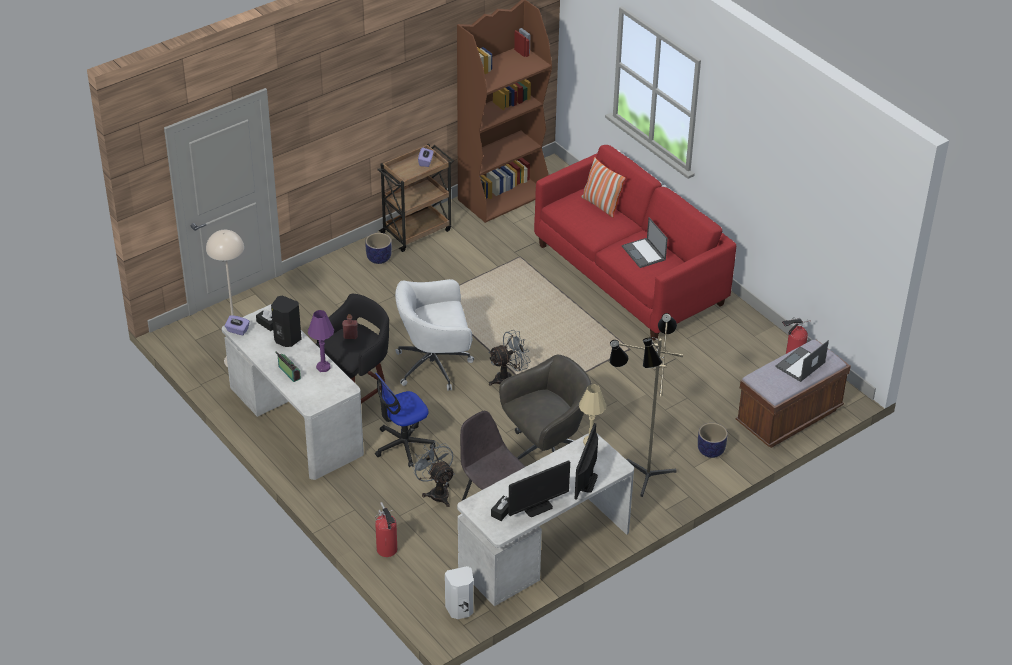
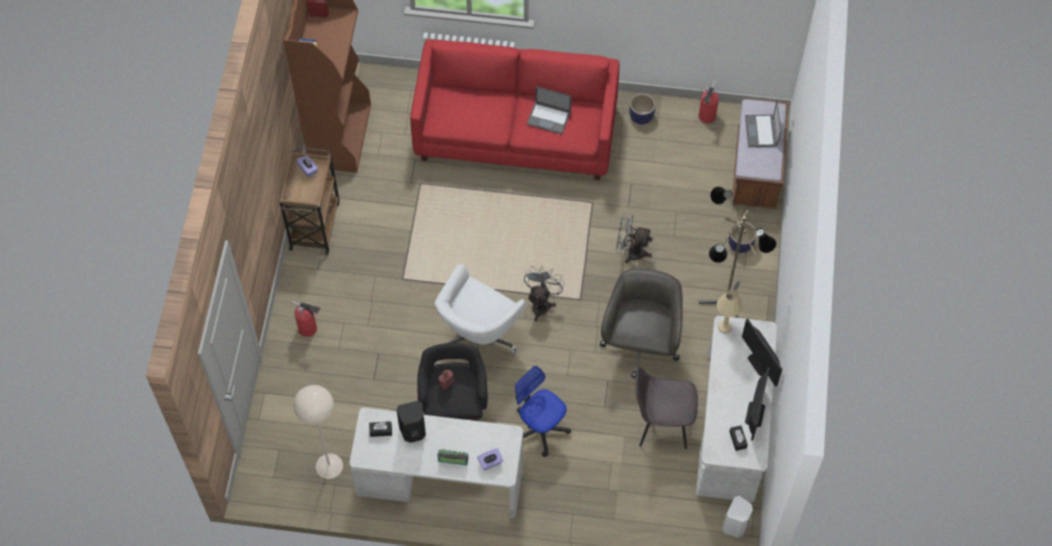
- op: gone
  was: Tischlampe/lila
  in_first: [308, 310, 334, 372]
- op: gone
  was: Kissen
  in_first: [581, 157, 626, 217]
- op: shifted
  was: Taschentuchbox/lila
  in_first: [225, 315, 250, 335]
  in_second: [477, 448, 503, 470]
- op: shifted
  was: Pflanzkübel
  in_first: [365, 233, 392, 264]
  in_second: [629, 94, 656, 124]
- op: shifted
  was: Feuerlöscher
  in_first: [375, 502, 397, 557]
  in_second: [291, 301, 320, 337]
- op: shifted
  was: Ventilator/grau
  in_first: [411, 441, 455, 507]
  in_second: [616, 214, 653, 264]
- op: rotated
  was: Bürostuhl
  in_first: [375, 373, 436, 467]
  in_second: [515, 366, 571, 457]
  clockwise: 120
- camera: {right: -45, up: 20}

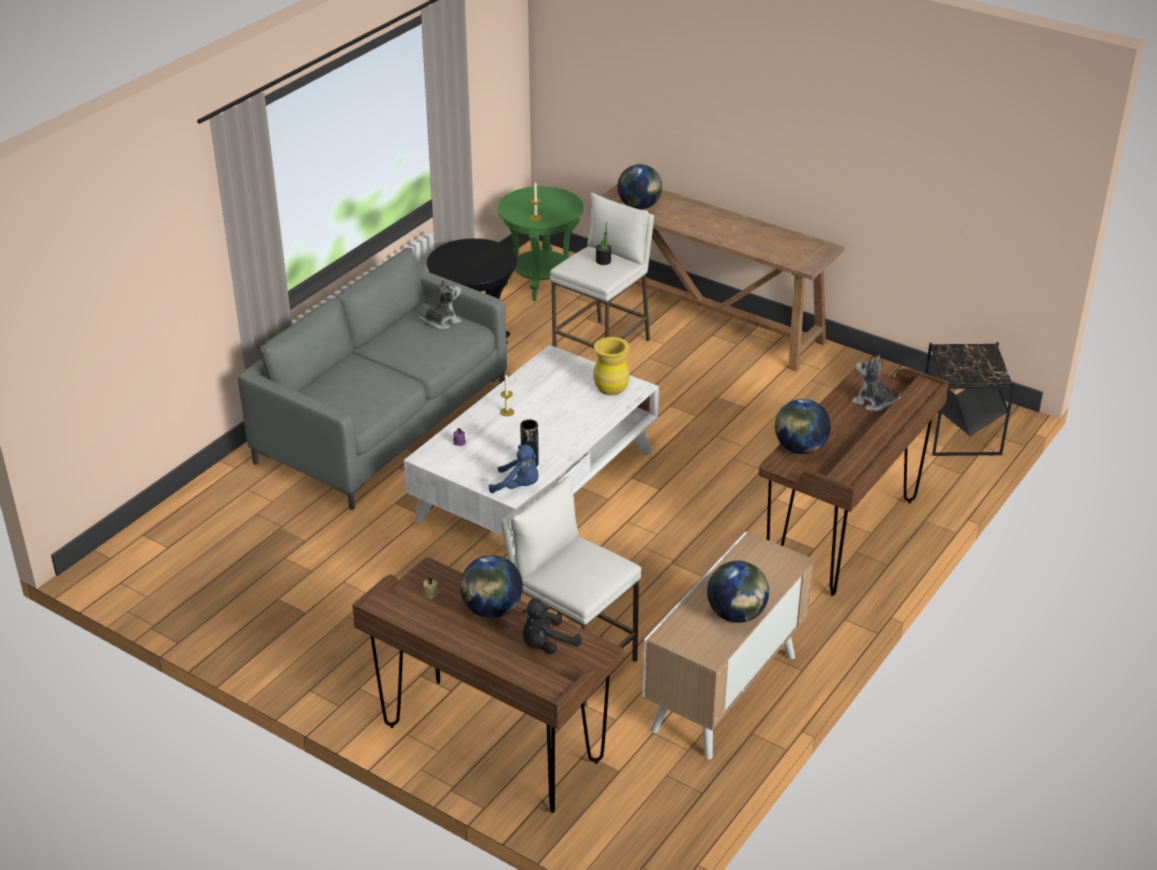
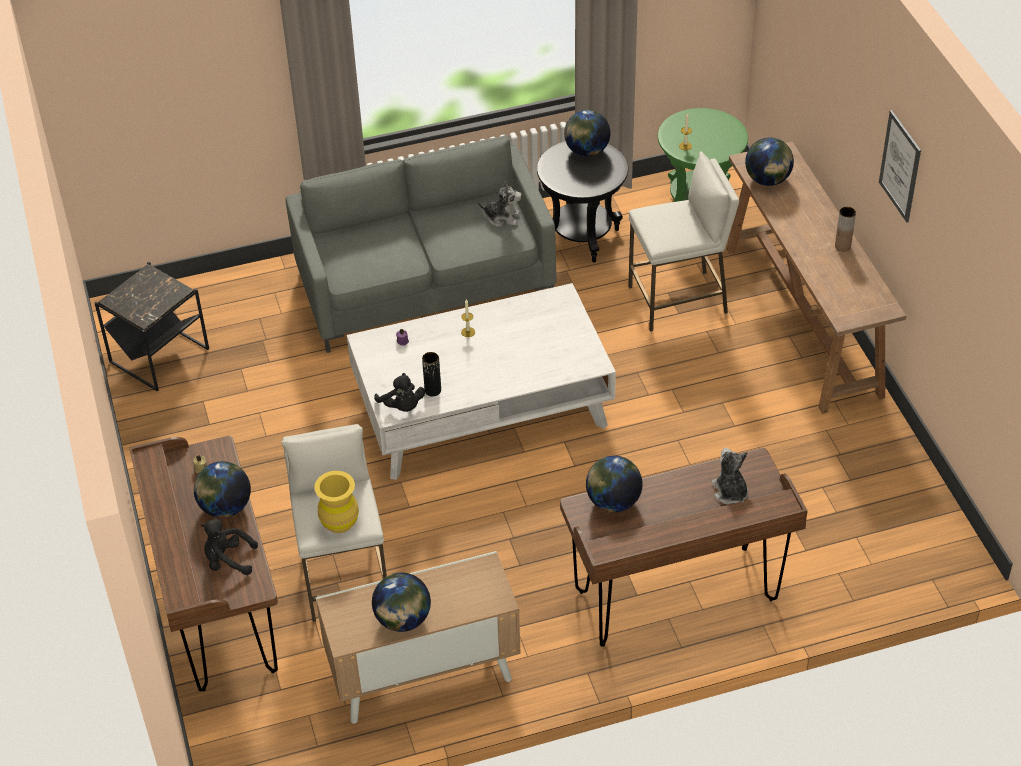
- op: gone
  was: Topfpflanze
  in_first: [596, 222, 612, 265]
- op: new
  now: Globus
  in_second: [564, 110, 610, 157]
- op: new
  now: Vase/braun
  in_second: [835, 207, 856, 251]
- op: new
  now: Bild
  in_second: [879, 110, 921, 223]
- op: shifted
  was: Vase/gelb
  in_first: [593, 337, 630, 395]
  in_second: [314, 471, 359, 533]
- op: shifted
  was: Beistelltisch/schwarz
  in_first: [925, 342, 1015, 456]
  in_second: [95, 262, 209, 391]
- op: repainted
  was: Plüschtier/blau
  now: Plüschtier/schwarz
  in_first: [489, 444, 539, 493]
  in_second: [374, 373, 425, 412]
- camera: {right: 40, up: 10}

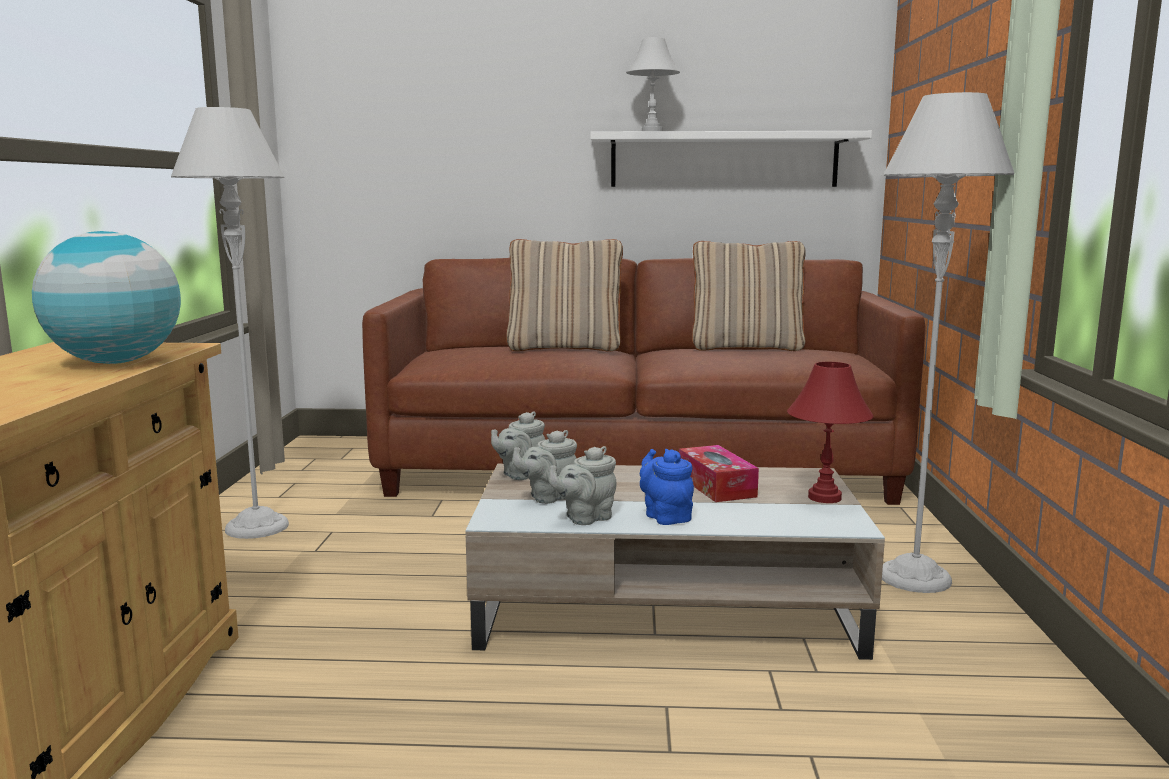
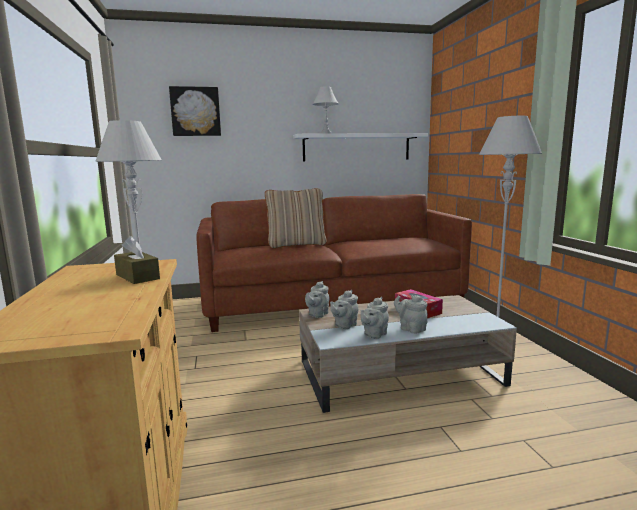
- op: gone
  was: Kissen/beige
  in_first: [692, 241, 806, 351]
- op: gone
  was: Tischlampe/rot
  in_first: [787, 362, 873, 503]
- op: new
  now: Bild
  in_second: [169, 86, 221, 136]
- op: swapped
  was: Globus
  now: Taschentuchbox/braun
  in_first: [32, 231, 181, 364]
  in_second: [114, 236, 160, 284]
- op: repainted
  was: Teekanne/blau
  now: Teekanne/grau
  in_first: [640, 449, 694, 525]
  in_second: [394, 295, 428, 334]
- camera: {right: -15, up: 0}

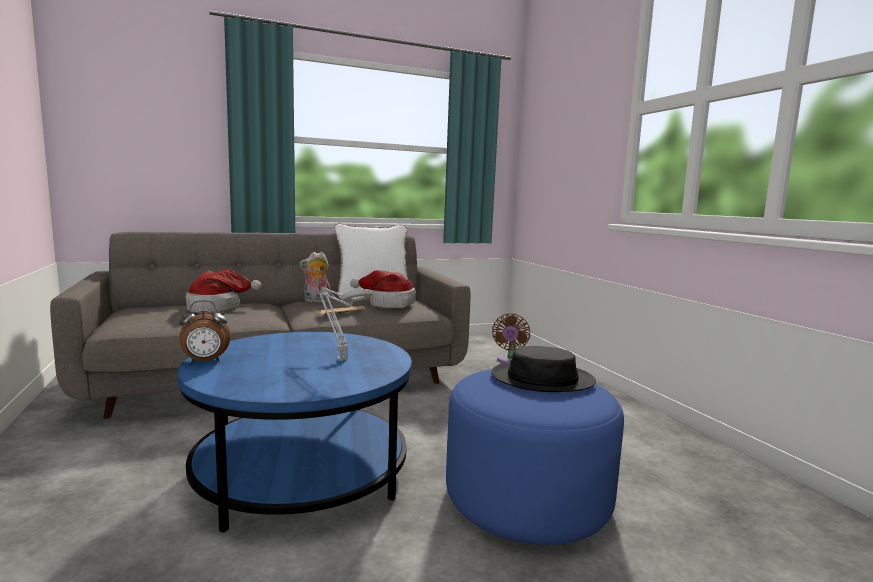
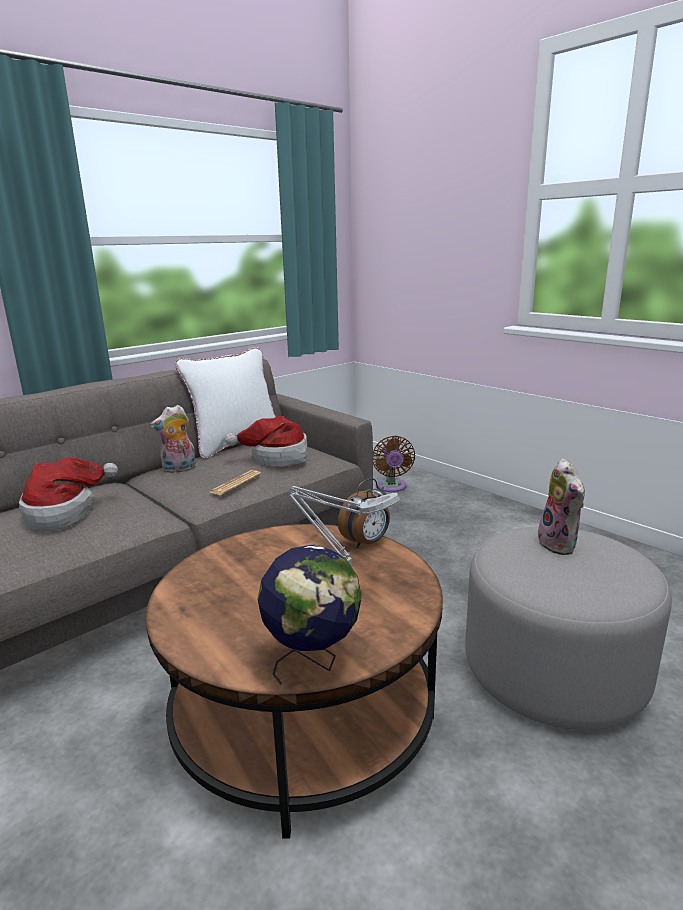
- op: new
  now: Globus
  in_second: [258, 545, 361, 685]
- op: shifted
  was: Wecker
  in_first: [179, 300, 231, 364]
  in_second: [338, 478, 390, 548]
- op: swapped
  was: Hut/schwarz
  now: Plüschtier
  in_first: [491, 346, 596, 392]
  in_second: [538, 458, 585, 555]
- op: repainted
  was: Couchtisch/blau
  now: Couchtisch/braun
  in_first: [177, 332, 412, 533]
  in_second: [146, 524, 443, 839]
- op: repainted
  was: Polsterhocker/blau
  now: Polsterhocker/grau
  in_first: [446, 369, 624, 545]
  in_second: [465, 526, 672, 730]
- camera: {right: -20, up: 10}

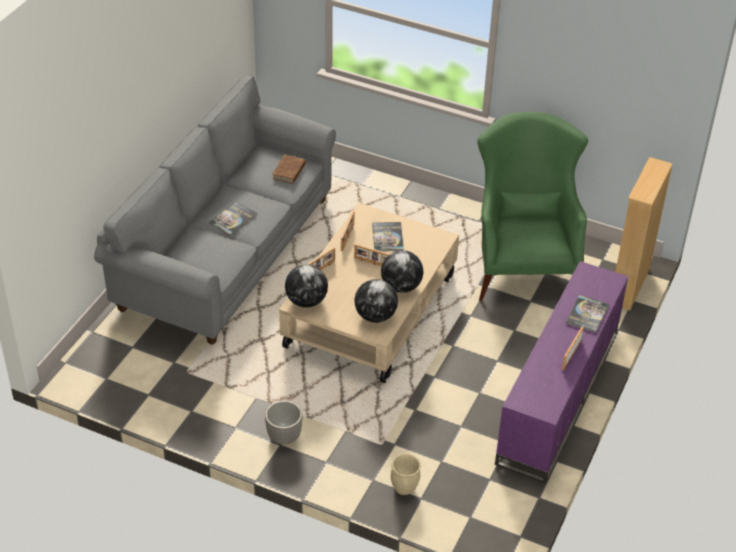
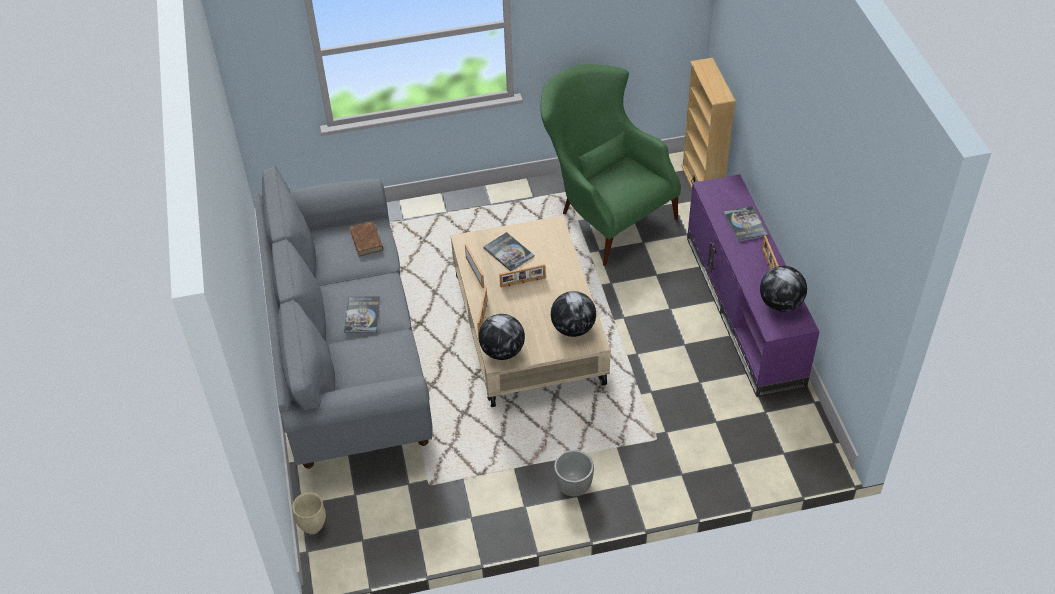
- op: shifted
  was: Globus
  in_first: [381, 250, 423, 293]
  in_second: [760, 266, 807, 312]
- op: shifted
  was: Pflanzkübel/beige
  in_first: [391, 454, 421, 495]
  in_second: [292, 492, 326, 534]
- camera: {right: -35, up: 5}

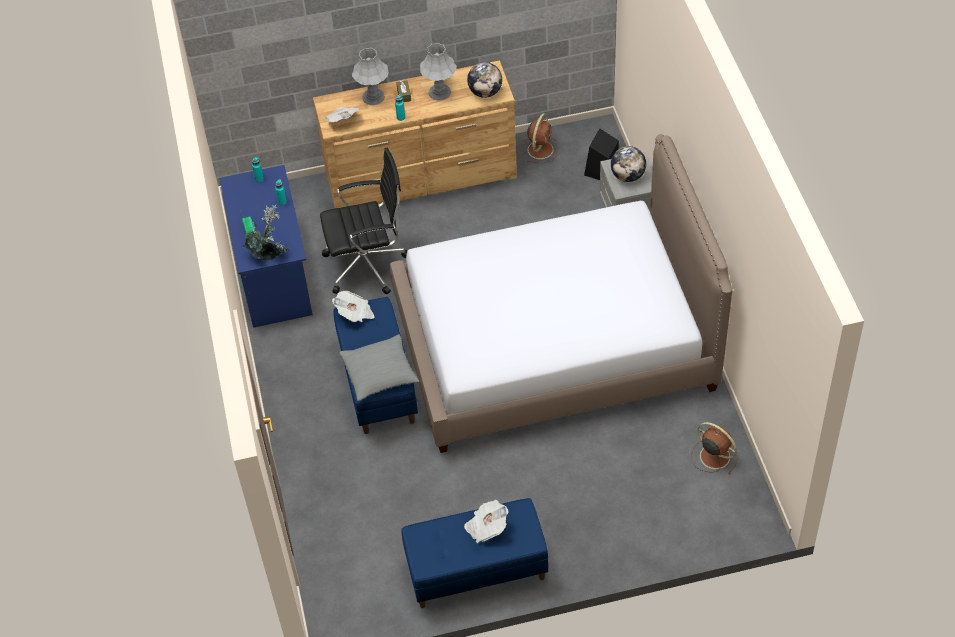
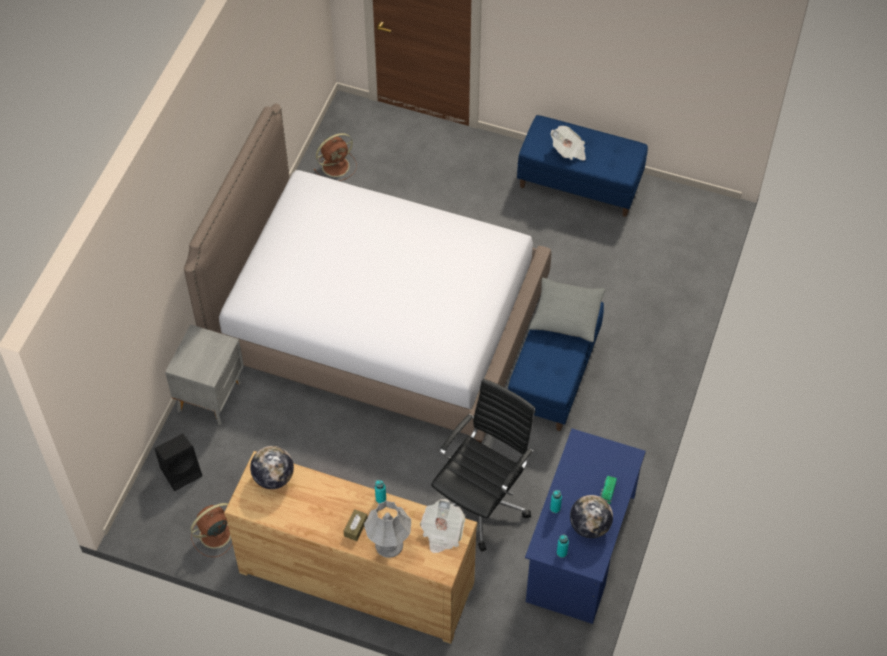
- op: gone
  was: Topfpflanze
  in_first: [242, 204, 289, 261]
- op: gone
  was: Zeitung
  in_first: [332, 291, 374, 322]
- op: gone
  was: Tischlampe/grau
  in_first: [420, 43, 457, 101]
- op: shifted
  was: Globus
  in_first: [611, 146, 646, 182]
  in_second: [570, 495, 613, 538]
- op: rotated
  was: Bürostuhl/schwarz
  in_first: [320, 147, 407, 295]
  in_second: [431, 378, 536, 552]
  clockwise: 105
- op: rotated
  was: Ventilator/braun
  in_first: [691, 422, 738, 474]
  in_second: [314, 133, 357, 181]
  clockwise: -105
- camera: {right: -150, up: 5}

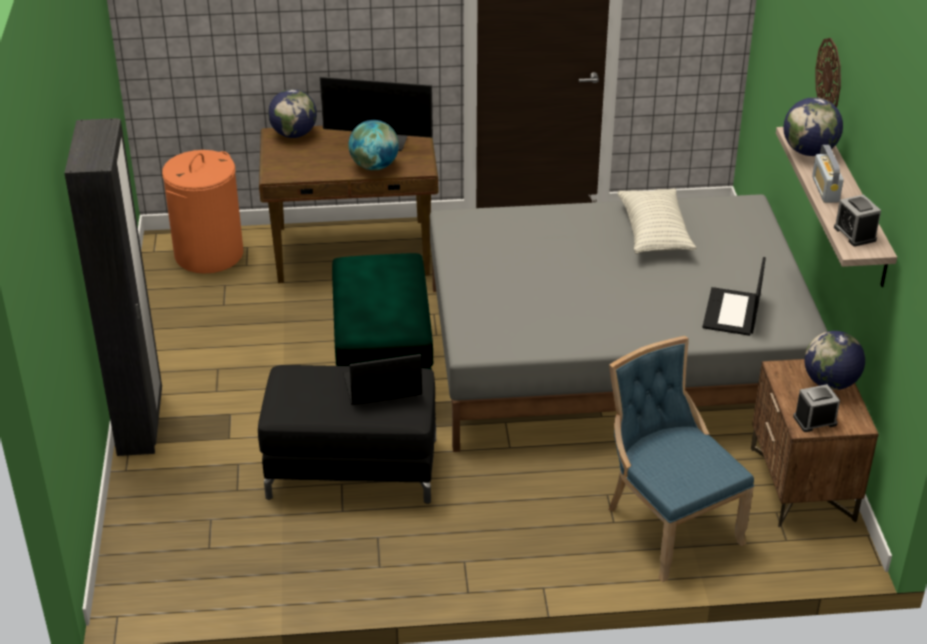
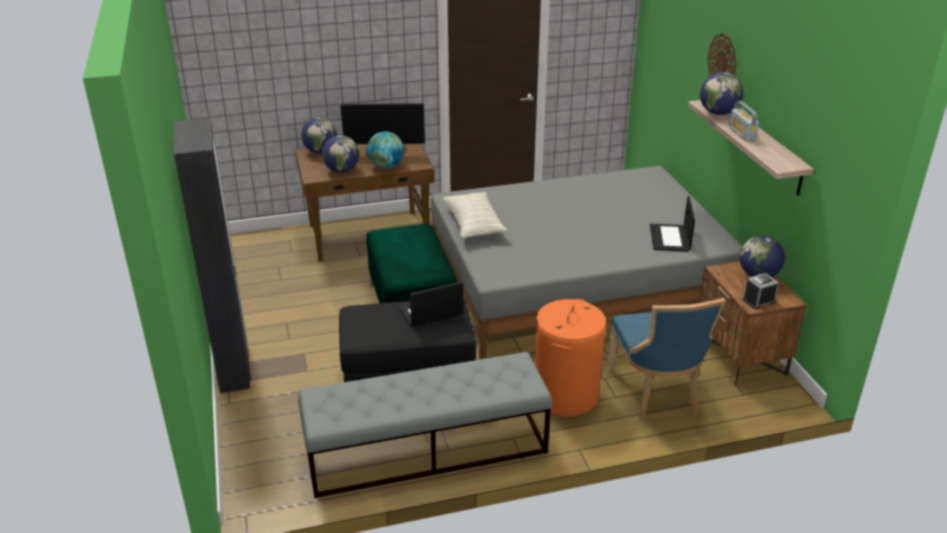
- op: gone
  was: Wecker
  in_first: [834, 194, 881, 247]
- op: new
  now: Bank/grau
  in_second: [298, 352, 552, 498]
- op: new
  now: Globus
  in_second: [322, 135, 359, 173]
- op: shifted
  was: Wäschekorb/orange
  in_first: [162, 150, 243, 274]
  in_second: [535, 299, 606, 417]
- op: shifted
  was: Kissen
  in_first: [617, 189, 696, 254]
  in_second: [443, 192, 508, 239]
- op: rotated
  was: Stuhl/blau
  in_first: [609, 336, 754, 582]
  in_second: [606, 298, 725, 422]
  clockwise: -150
- camera: {right: -10, up: -5}

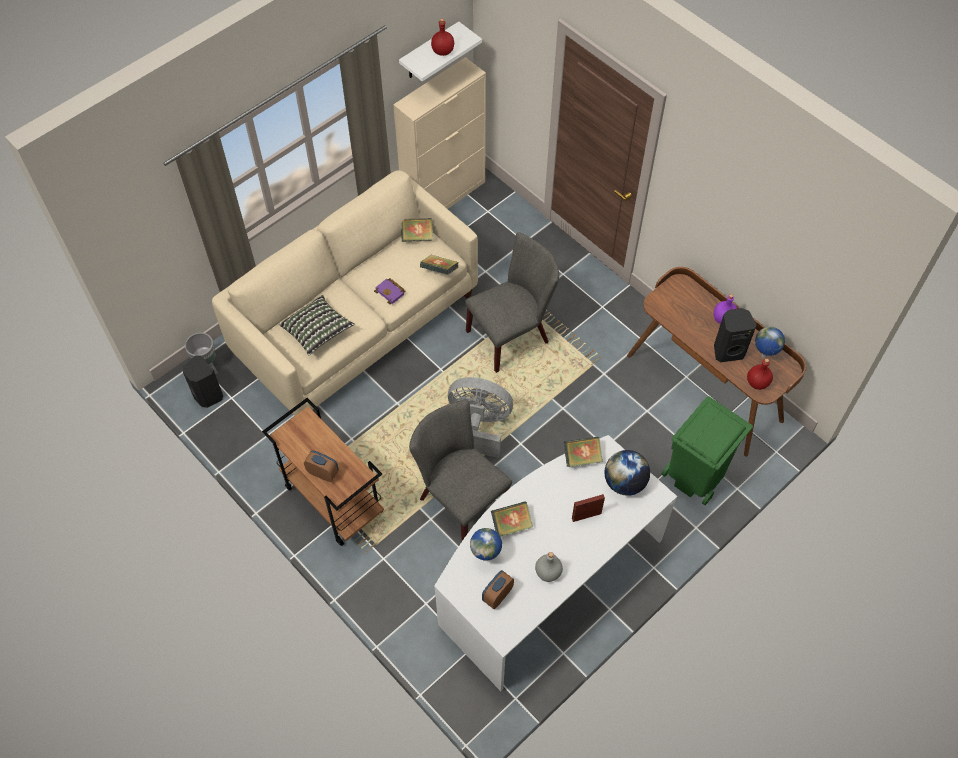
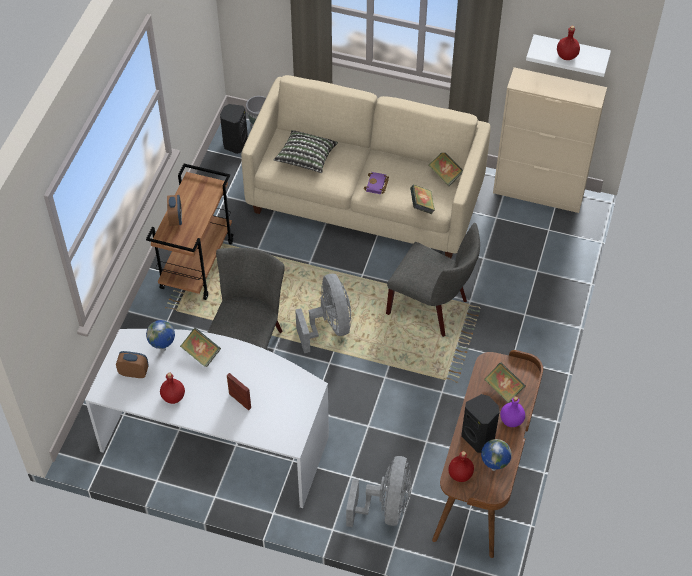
- op: gone
  was: Globus
  in_first: [604, 450, 650, 496]
- op: shifted
  was: Buch
  in_first: [564, 437, 603, 467]
  in_second: [484, 362, 526, 403]
- op: swapped
  was: Mülleimer/grün
  now: Ventilator/grau
  in_first: [662, 397, 753, 505]
  in_second: [346, 456, 411, 527]
- op: repainted
  was: Flasche/grau
  now: Flasche/rot
  in_first: [535, 552, 563, 582]
  in_second: [160, 372, 185, 404]
- camera: {right: 60, up: -5}

